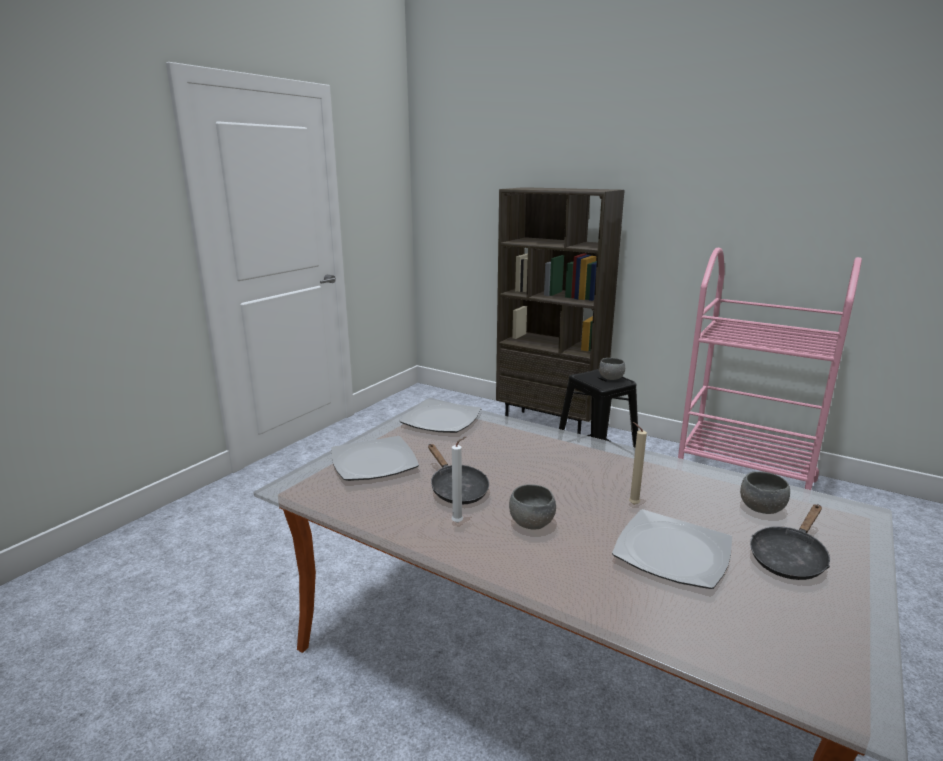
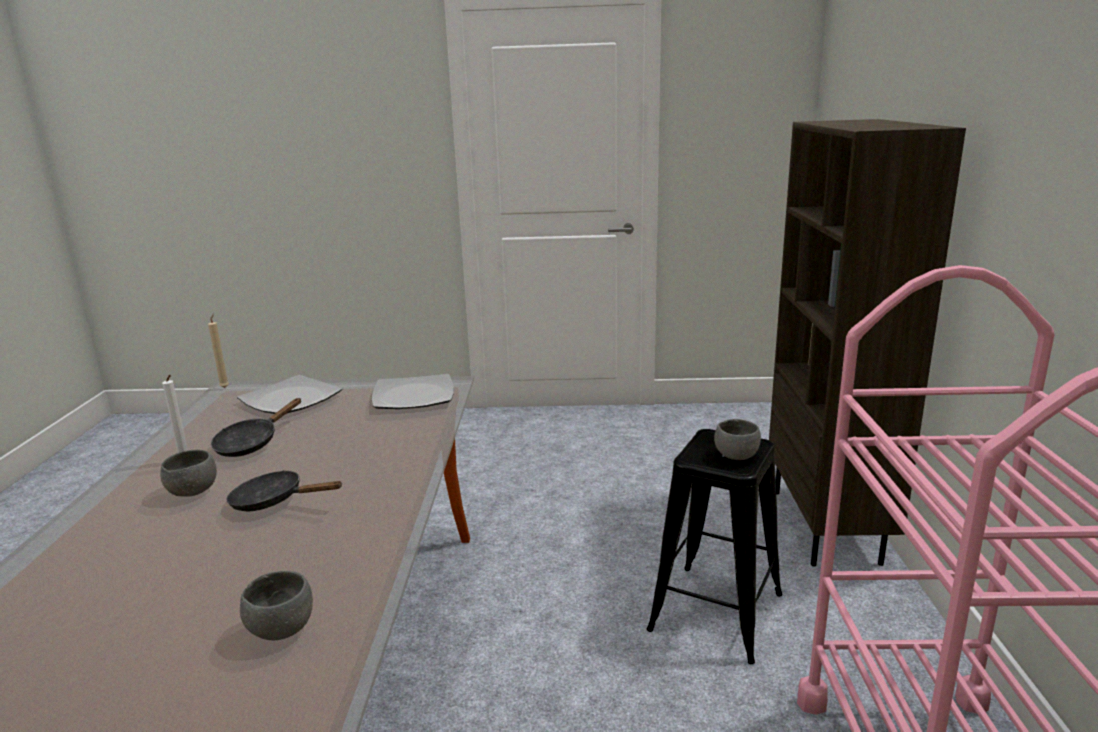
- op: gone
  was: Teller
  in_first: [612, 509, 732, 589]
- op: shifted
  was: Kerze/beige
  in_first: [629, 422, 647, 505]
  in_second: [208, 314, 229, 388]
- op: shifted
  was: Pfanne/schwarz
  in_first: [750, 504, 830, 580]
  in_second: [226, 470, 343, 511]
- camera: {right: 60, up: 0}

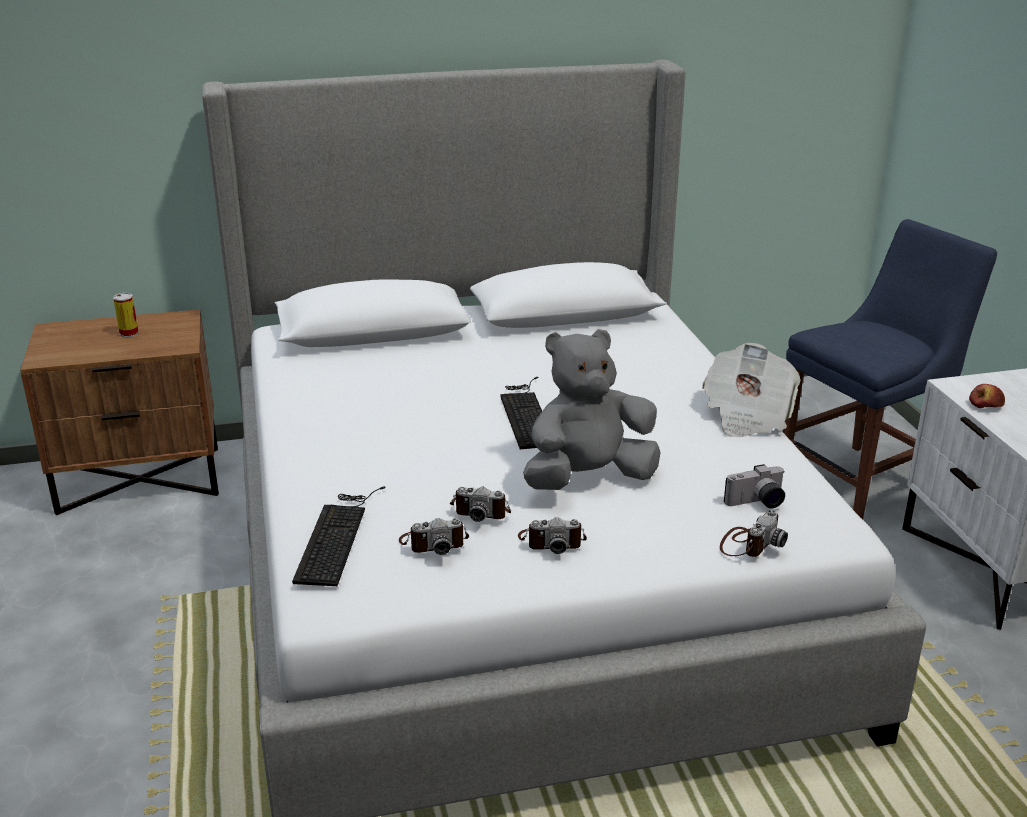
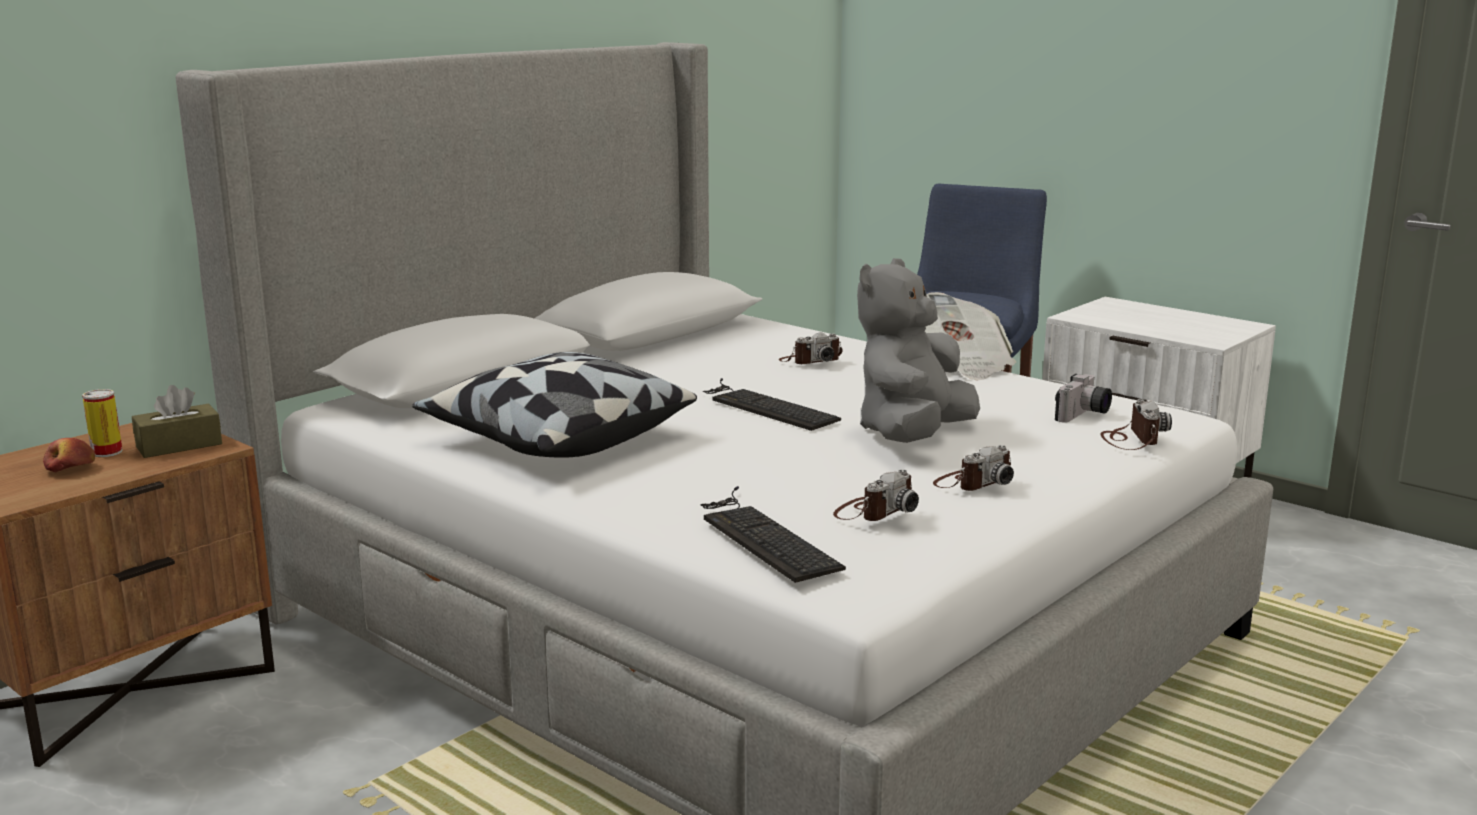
- op: new
  now: Taschentuchbox/braun
  in_second: [132, 385, 222, 458]
- op: new
  now: Kissen
  in_second: [412, 352, 697, 458]
- op: shifted
  was: Kamera
  in_first: [450, 487, 511, 522]
  in_second: [779, 332, 843, 364]
- op: shifted
  was: Apfel
  in_first: [969, 384, 1005, 408]
  in_second: [43, 438, 95, 473]
- camera: {right: -35, up: -10}

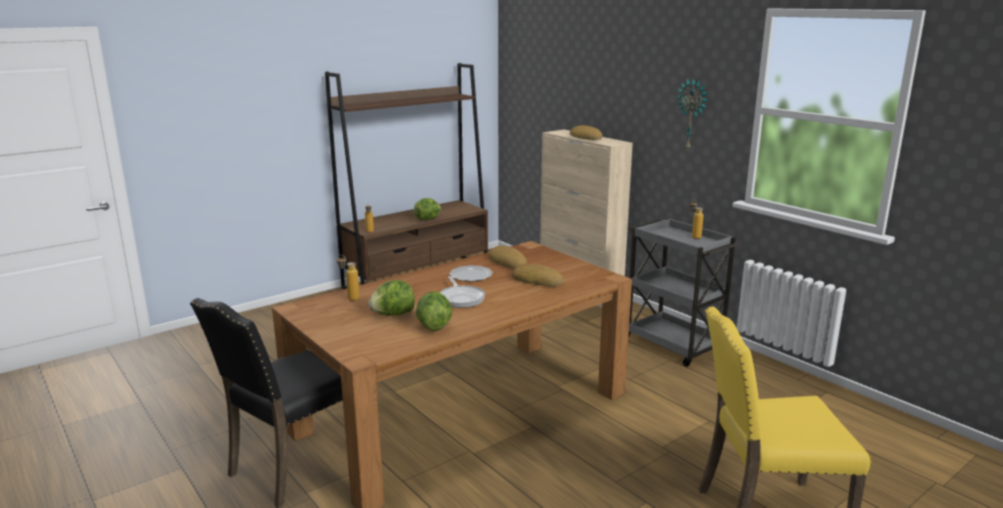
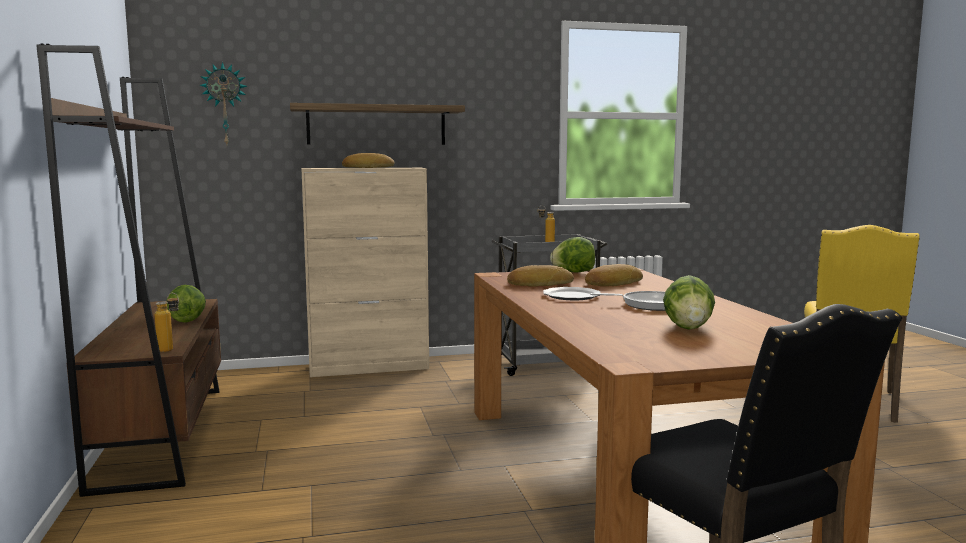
- op: gone
  was: Flasche
  in_first: [337, 255, 360, 301]
- op: new
  now: Wandregal
  in_second: [290, 103, 465, 145]
- op: shifted
  was: Salatkopf
  in_first: [416, 291, 452, 331]
  in_second: [550, 237, 595, 273]
- op: shifted
  was: Wanduhr
  in_first: [676, 78, 709, 151]
  in_second: [200, 62, 247, 145]
- camera: {right: -65, up: -10}

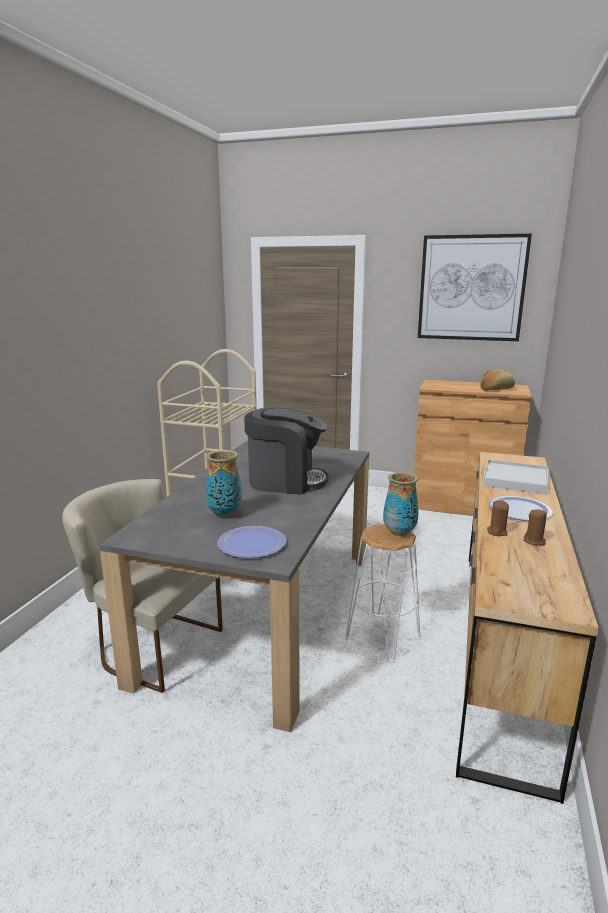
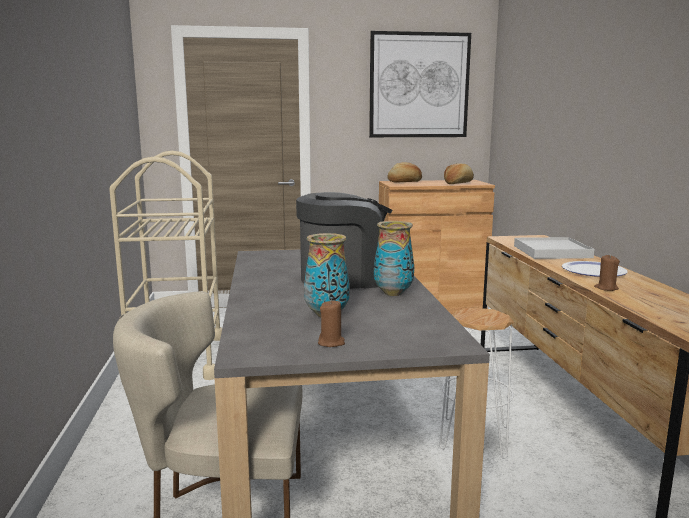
- op: gone
  was: Teller
  in_first: [217, 526, 286, 558]
- op: new
  now: Brot
  in_second: [388, 162, 422, 183]
- op: shifted
  was: Vase
  in_first: [383, 472, 419, 536]
  in_second: [374, 221, 414, 296]
- op: shifted
  was: Kerze/braun
  in_first: [523, 509, 547, 545]
  in_second: [318, 301, 345, 347]
- camera: {right: -25, up: -5}

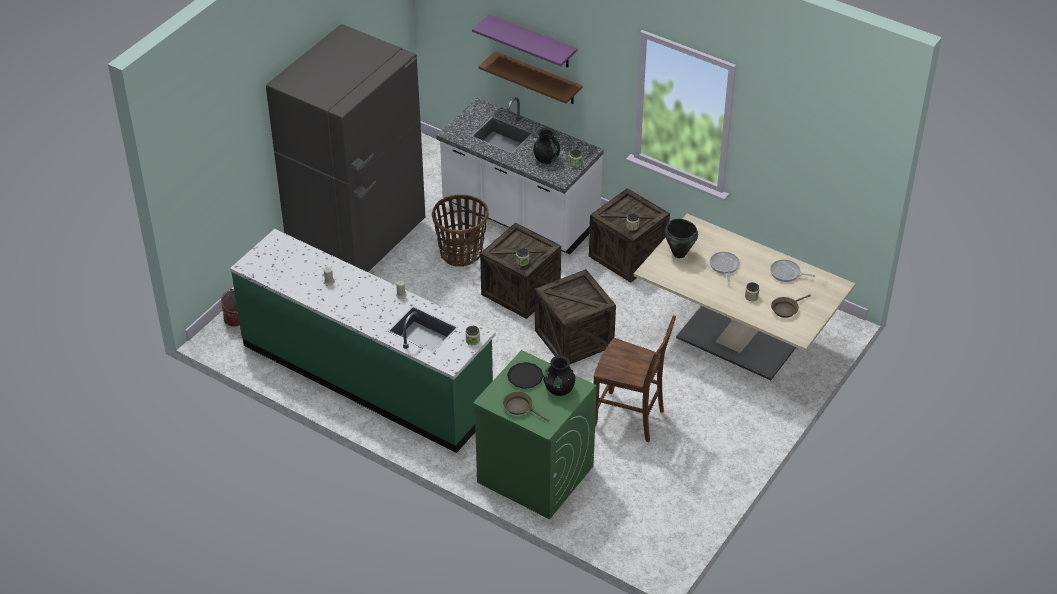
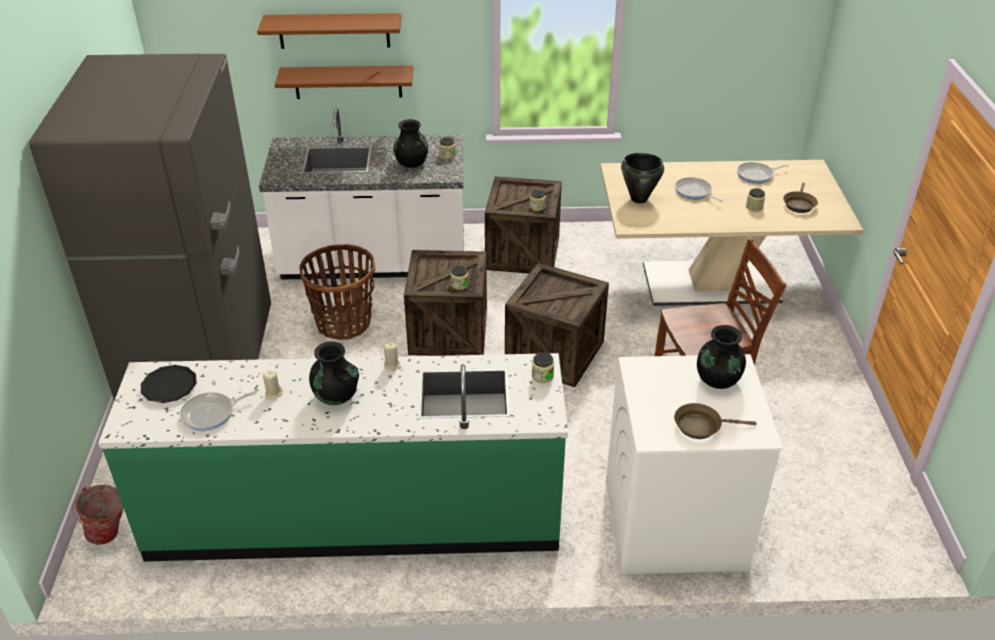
- op: new
  now: Pfanne
  in_second: [180, 391, 257, 431]
- op: new
  now: Vase/schwarz
  in_second: [309, 341, 359, 405]
- op: shifted
  was: Teller/schwarz
  in_first: [507, 362, 543, 389]
  in_second: [141, 365, 197, 403]
- op: repainted
  was: Wandregal/lila
  now: Wandregal/braun
  in_first: [472, 14, 577, 67]
  in_second: [257, 13, 401, 49]
- op: repainted
  was: Waschmaschine/grün
  now: Waschmaschine/weiß
  in_first: [473, 350, 597, 519]
  in_second: [606, 354, 783, 574]
- camera: {right: -35, up: -5}

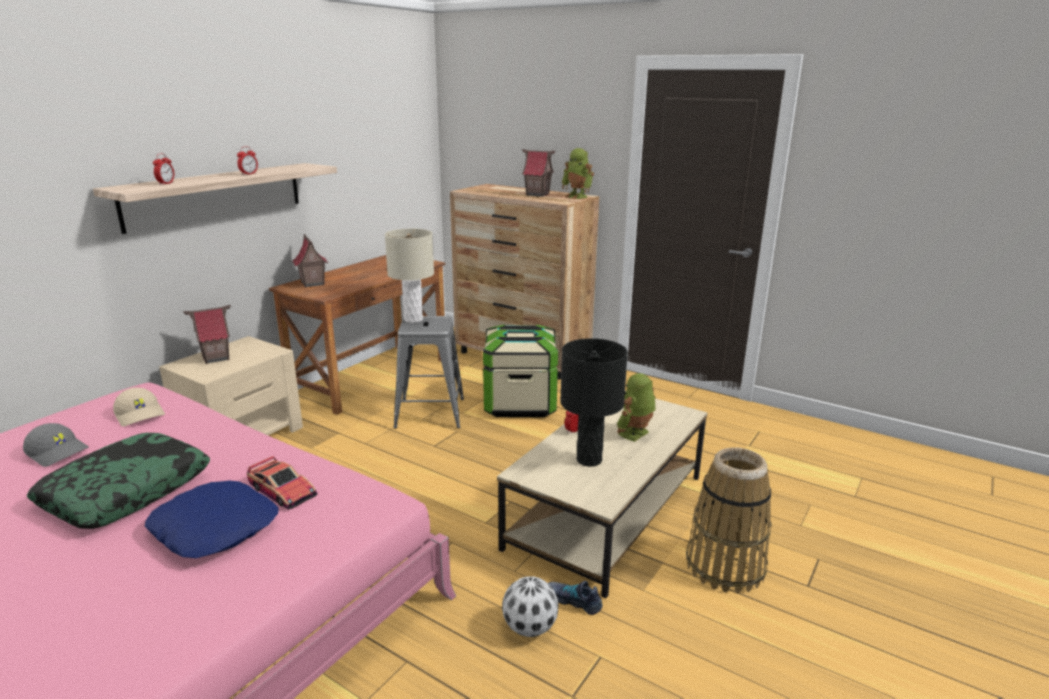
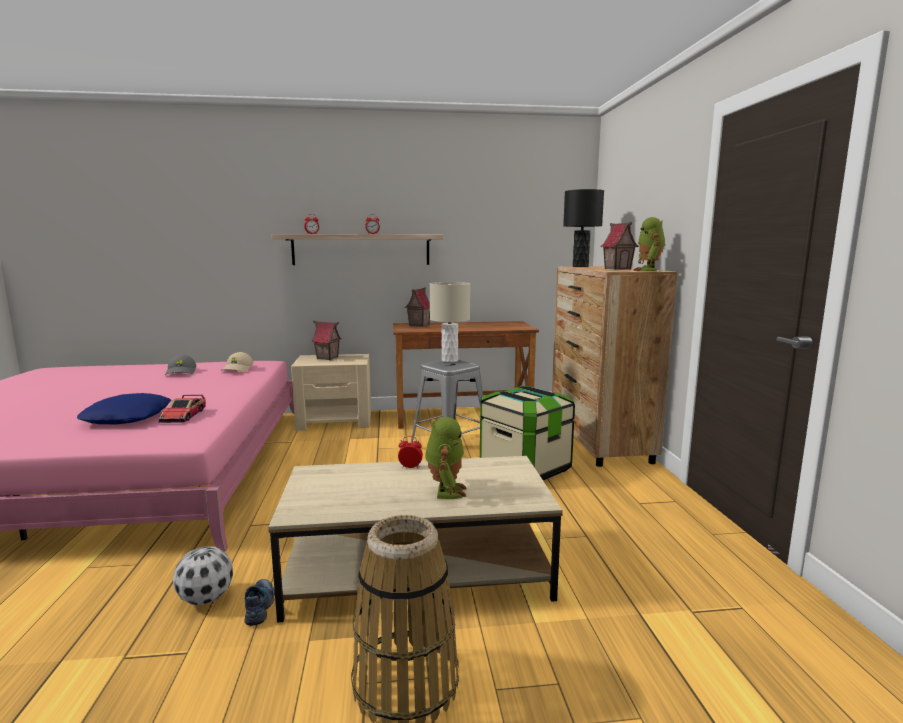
- op: gone
  was: Kissen
  in_first: [27, 433, 210, 529]
- op: shifted
  was: Tischlampe/schwarz
  in_first: [560, 338, 628, 467]
  in_second: [563, 189, 604, 267]
- op: rotated
  was: Spielzeugroboter
  in_first: [617, 373, 656, 442]
  in_second: [425, 417, 466, 499]
  clockwise: 90
- camera: {right: 50, up: -10}

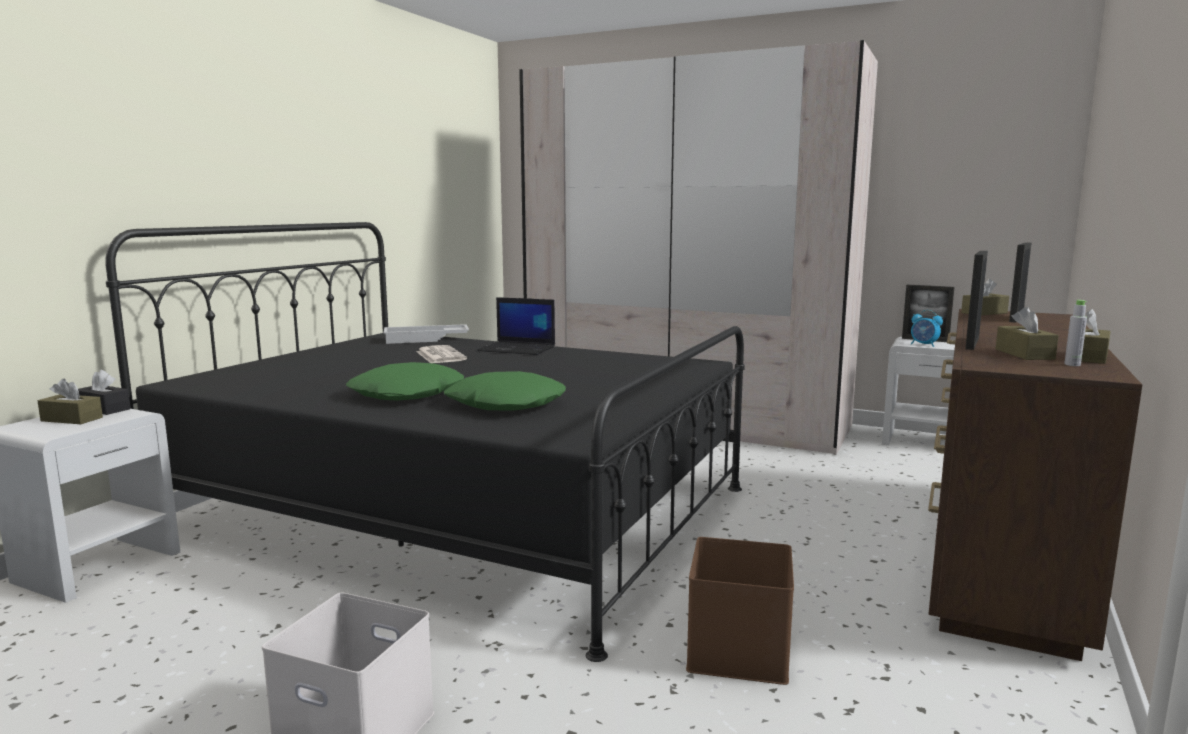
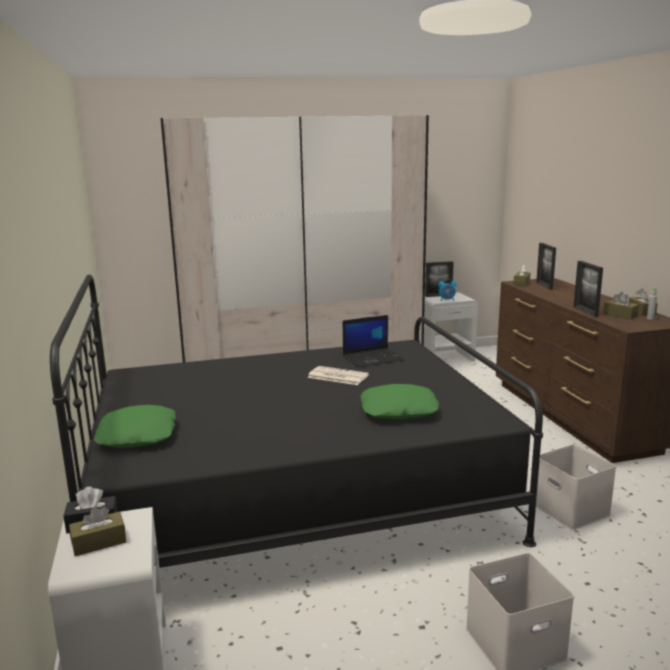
- op: gone
  was: Tablett/weiß
  in_first: [384, 324, 469, 344]
- op: shifted
  was: Kissen/grün
  in_first: [346, 362, 464, 401]
  in_second: [94, 405, 176, 448]
- op: shifted
  was: Zeitung
  in_first: [416, 345, 467, 363]
  in_second: [307, 366, 369, 385]
- op: shifted
  was: Laptop
  in_first: [477, 297, 555, 355]
  in_second: [343, 315, 404, 367]
- op: repainted
  was: Aufbewahrungsbox/braun
  now: Aufbewahrungsbox/weiß
  in_first: [686, 537, 794, 685]
  in_second: [536, 444, 616, 530]
- camera: {right: -40, up: 5}

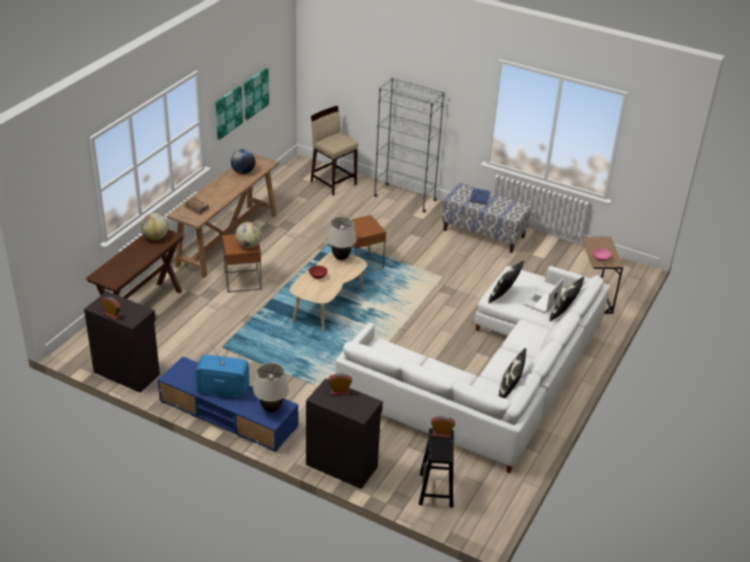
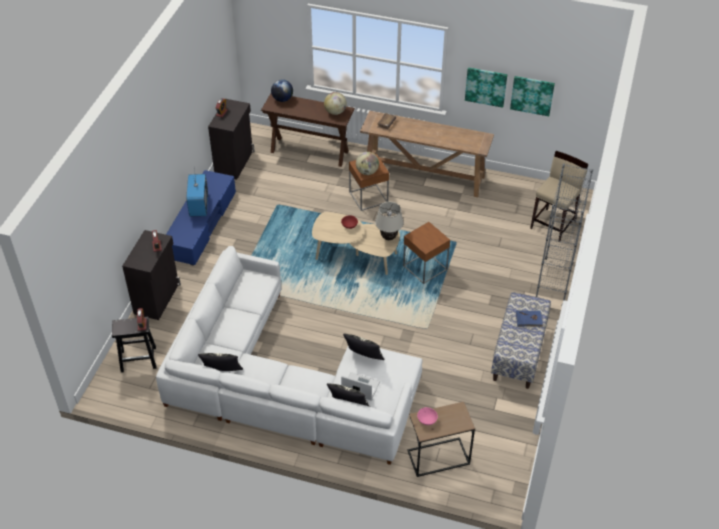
- op: gone
  was: Tischlampe/beige
  in_first: [253, 363, 289, 413]
- op: shifted
  was: Globus
  in_first: [231, 149, 255, 174]
  in_second: [271, 79, 293, 102]
- camera: {right: 80, up: 10}

